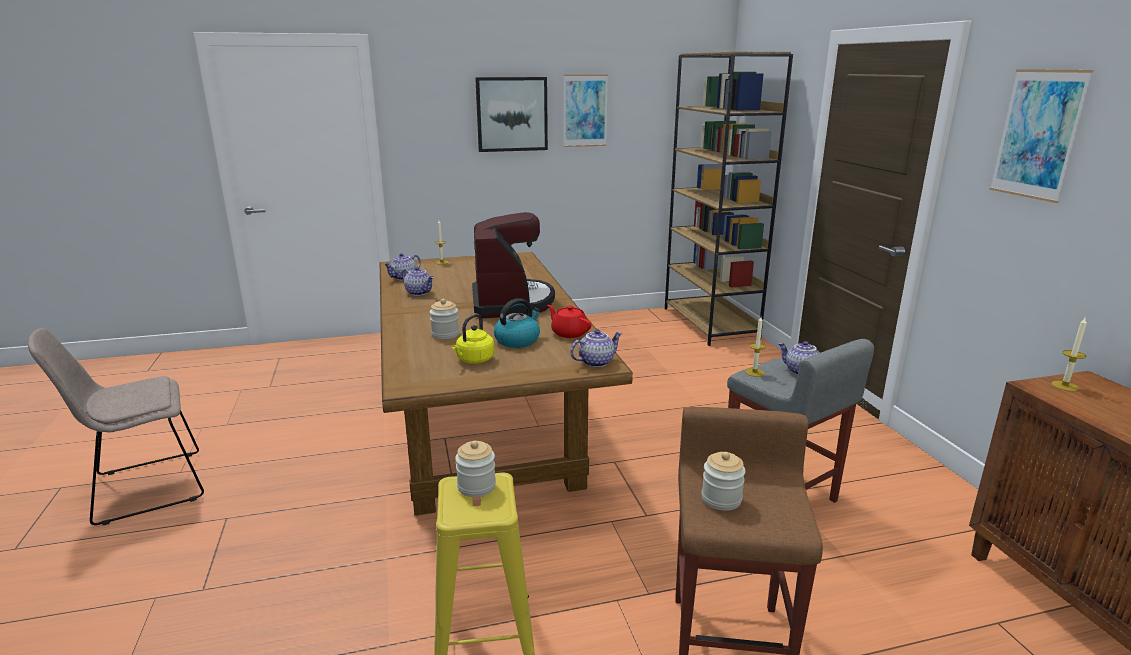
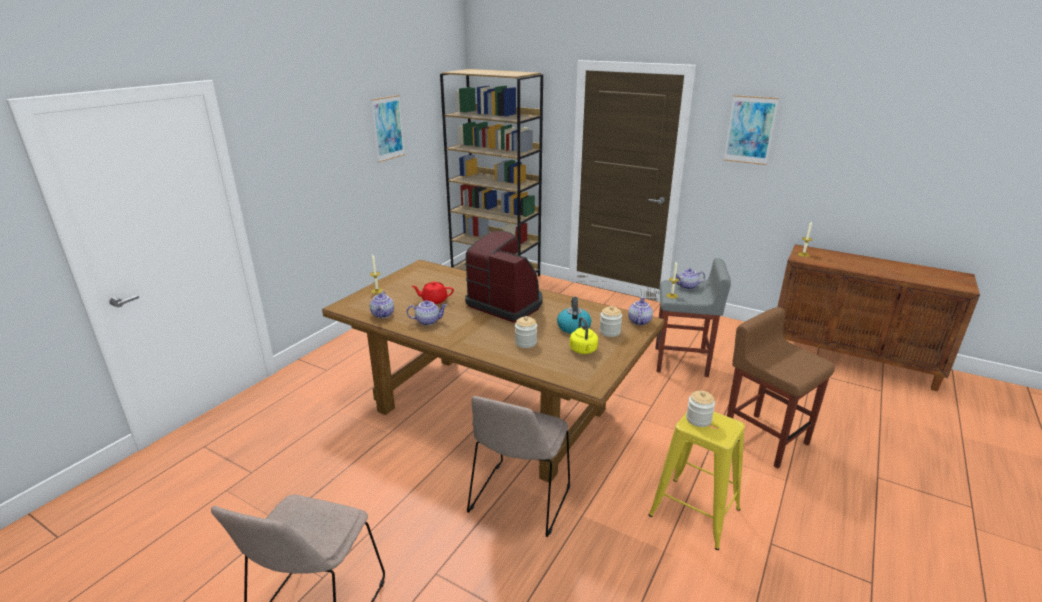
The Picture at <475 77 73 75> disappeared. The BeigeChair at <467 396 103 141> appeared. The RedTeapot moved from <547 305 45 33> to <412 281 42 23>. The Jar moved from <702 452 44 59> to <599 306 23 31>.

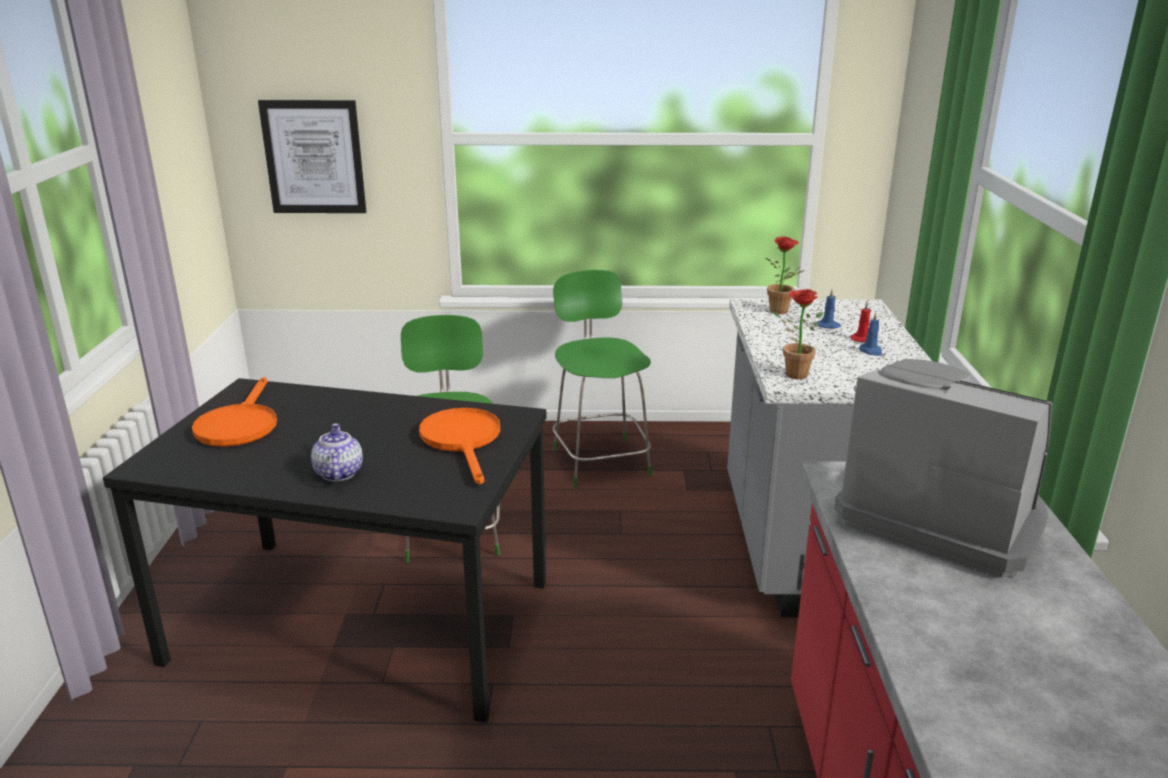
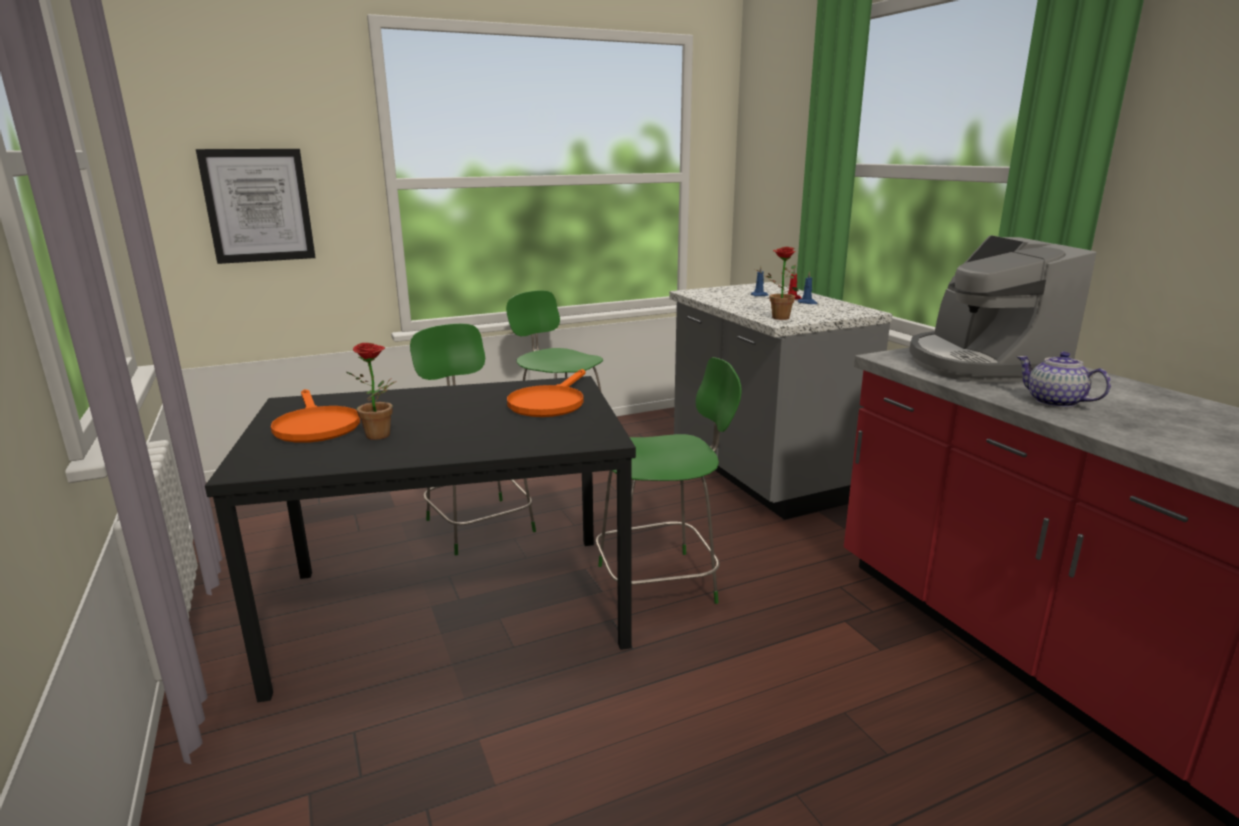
The GreenChair at <596 357 145 247> appeared. The Teapot moved from <311 423 52 59> to <1017 351 94 57>. The PottedPlant moved from <766 236 39 78> to <347 343 50 97>. The OrangeFryingPan at <419 408 81 76> turned 120 degrees counterclockwise. The CoffeeMachine at <834 359 218 219> turned 105 degrees counterclockwise.

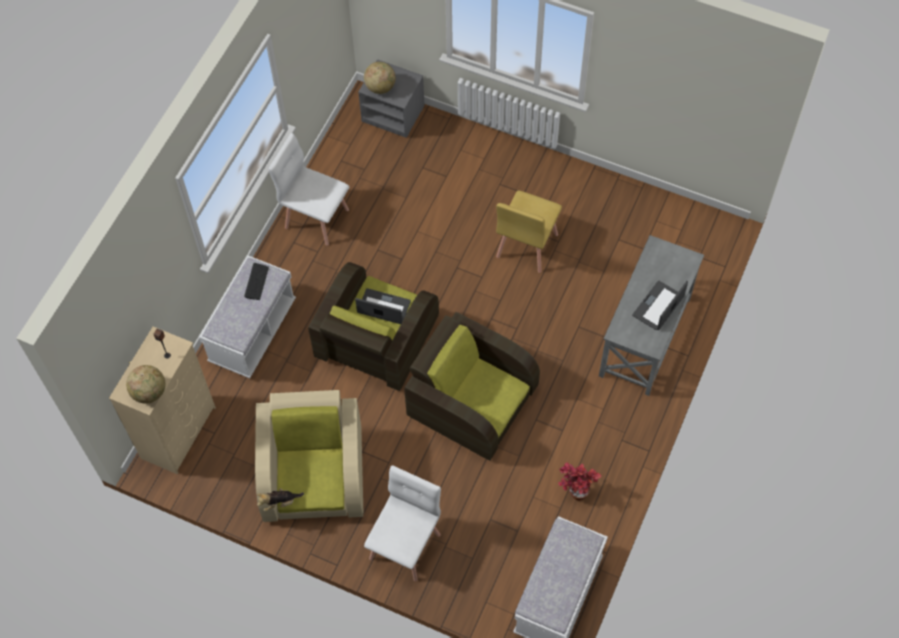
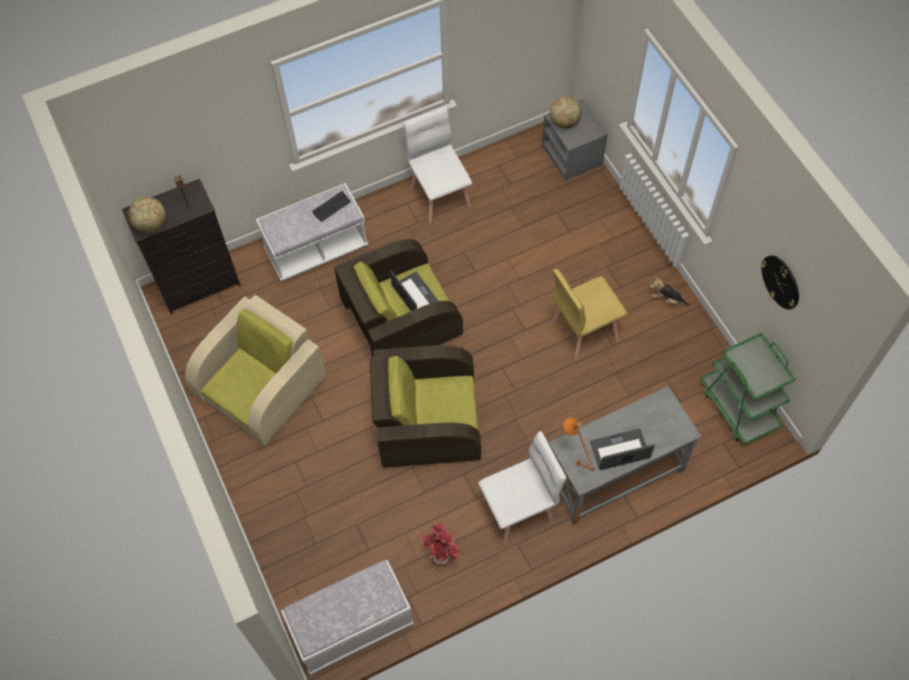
The OrangeTableLamp at <563 417 32 55> appeared. The GreenCart at <701 332 94 113> appeared. The WallClock at <761 255 38 54> appeared. The PlushToy moved from <257 488 47 24> to <650 277 40 29>. The WhiteChair moved from <364 465 77 116> to <478 431 88 113>. The BeigeDresser at <109 326 107 148> became the BlackDresser at <122 178 119 137>. The BrownArmchair at <404 312 136 149> turned 75 degrees counterclockwise.

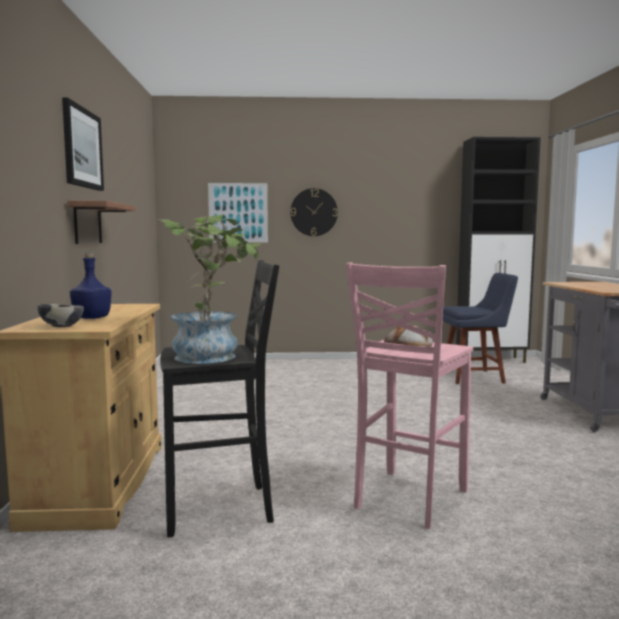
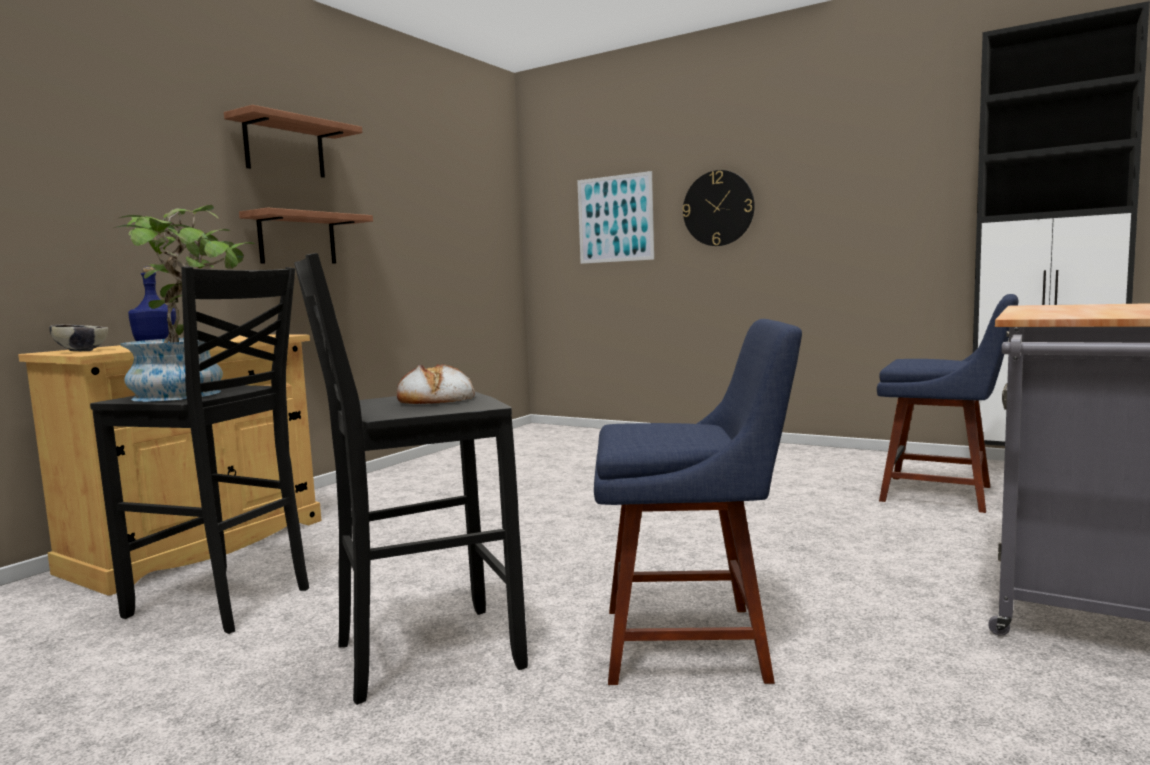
The BlueChair at <594 319 208 366> appeared. The Picture at <62 97 42 94> was replaced by the Shelf at <224 105 138 73>. The PinkStool at <346 262 127 267> became the BlackStool at <294 253 234 452>.

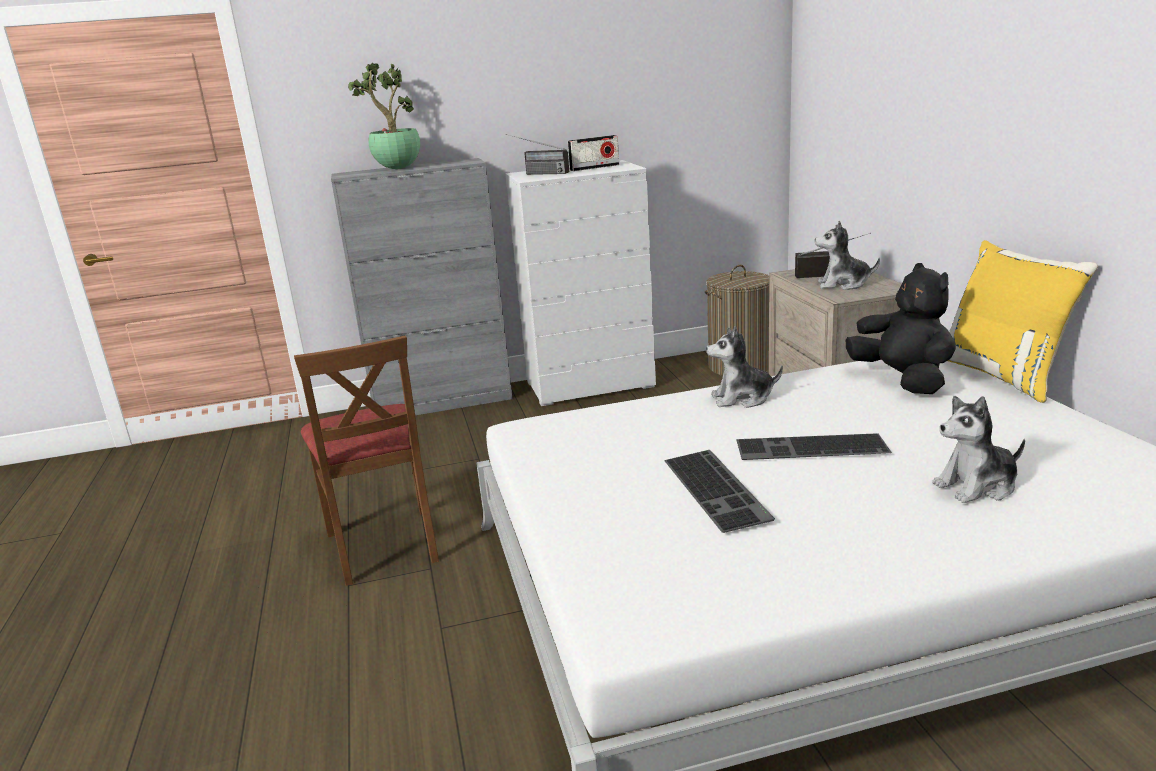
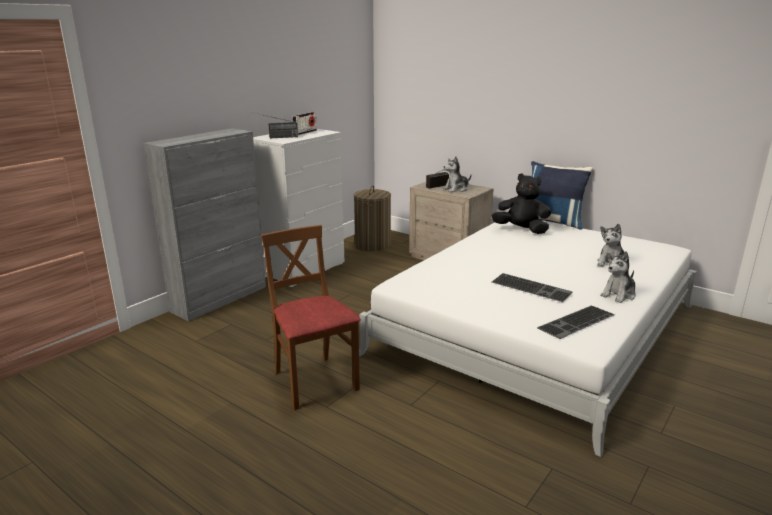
The PottedPlant at <348 63 72 106> disappeared. The PlushToy moved from <706 326 77 82> to <600 251 36 52>. The Keyboard moved from <736 433 156 27> to <537 305 78 34>. The YellowPillow at <948 240 150 163> became the BluePillow at <531 161 62 69>. The BrownChair at <294 335 145 251> turned 150 degrees counterclockwise.

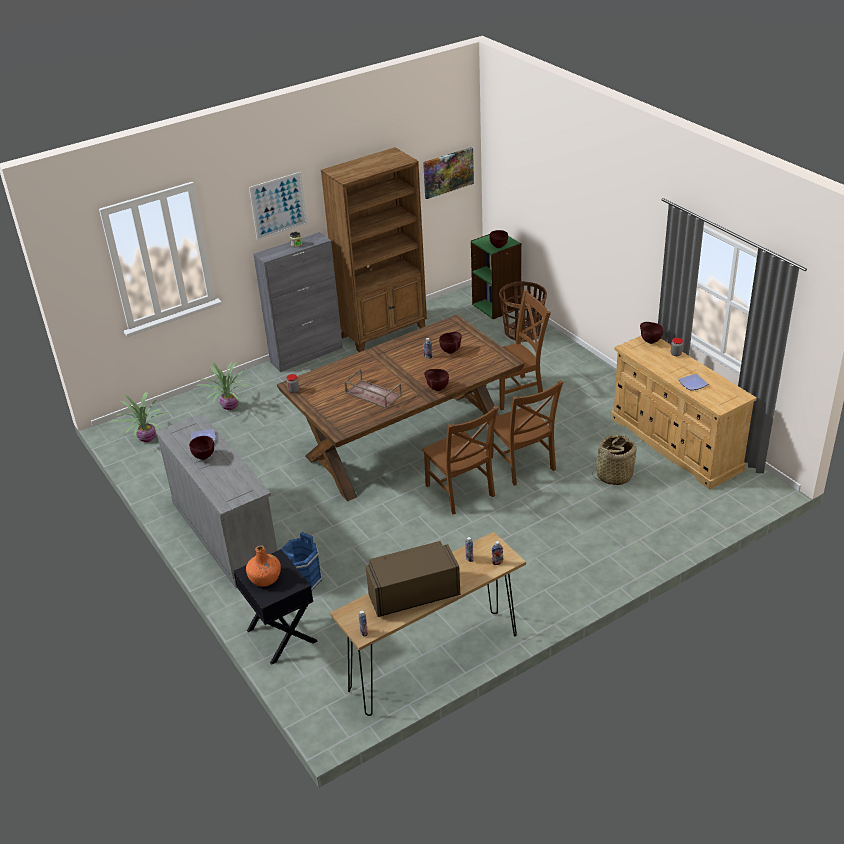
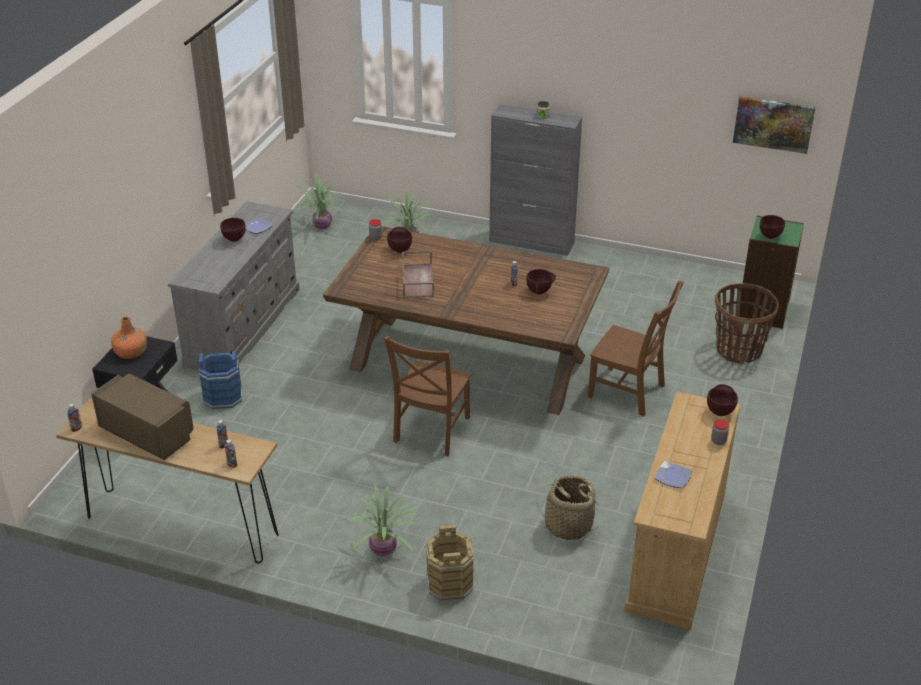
The Picture at <249 172 58 68> disappeared. The BrownBookcase at <321 147 106 205> disappeared. The BrownChair at <488 380 75 106> disappeared. The PottedPlant at <347 485 72 72> appeared. The BrownBucket at <425 525 49 76> appeared. The BrownBowl moved from <424 369 25 22> to <387 227 25 26>.

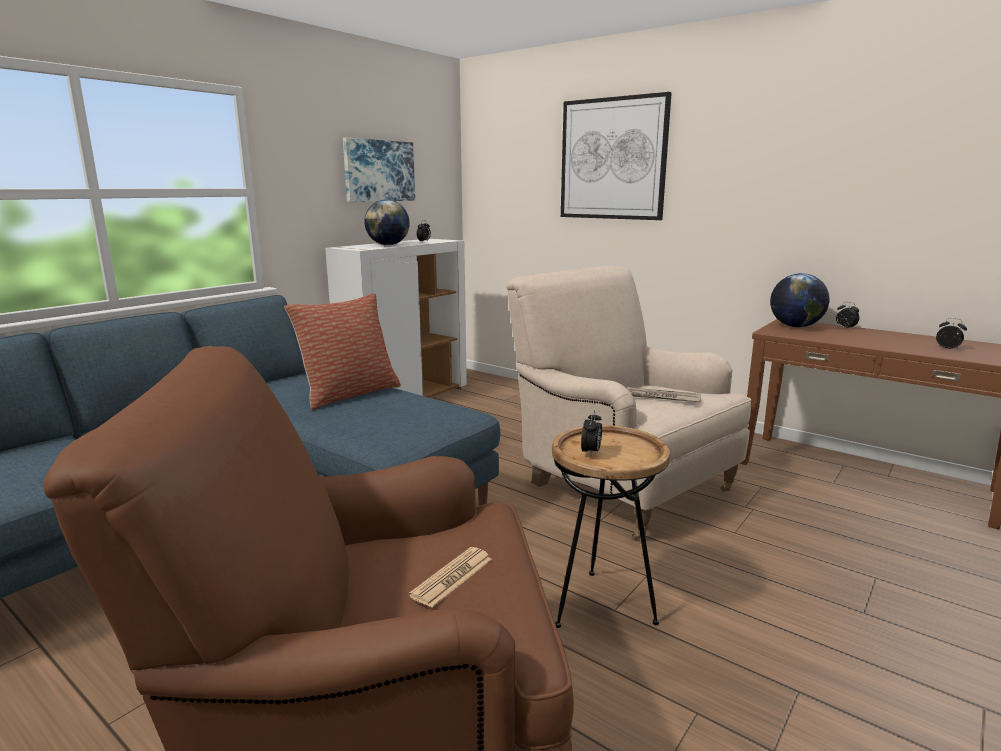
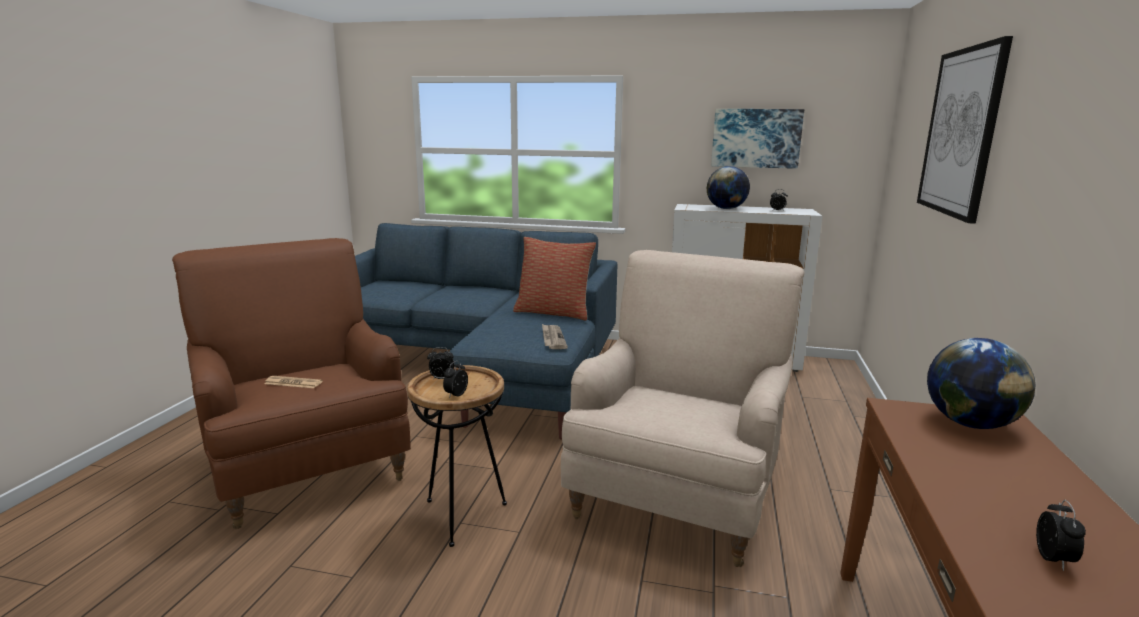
The Newspaper moved from <627 387 74 15> to <542 324 26 25>. The AlarmClock moved from <836 302 24 28> to <443 361 25 38>.

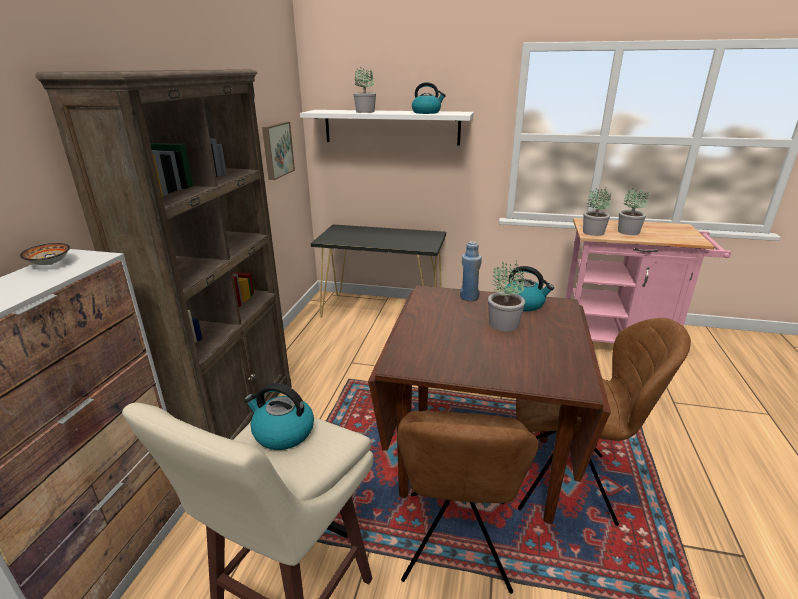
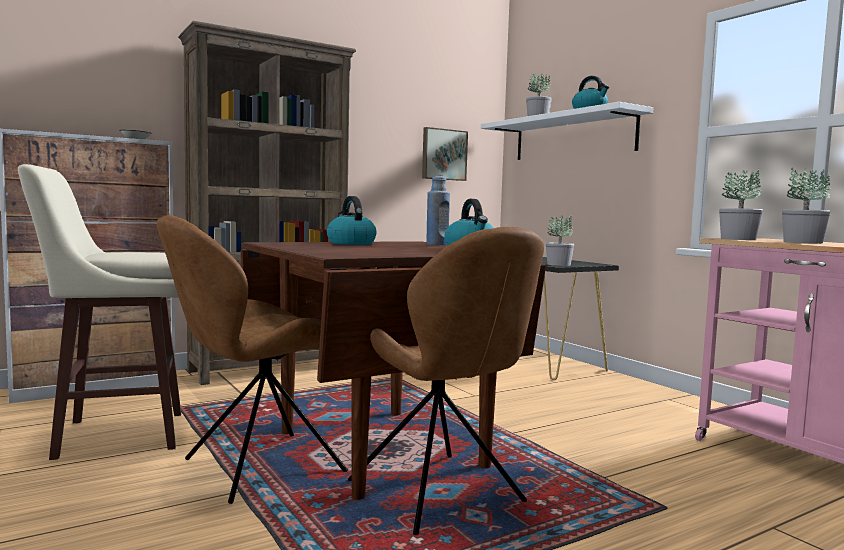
The Kettle moved from <244 383 70 67> to <327 196 50 49>. The PottedPlant moved from <488 261 37 70> to <546 216 28 50>.

